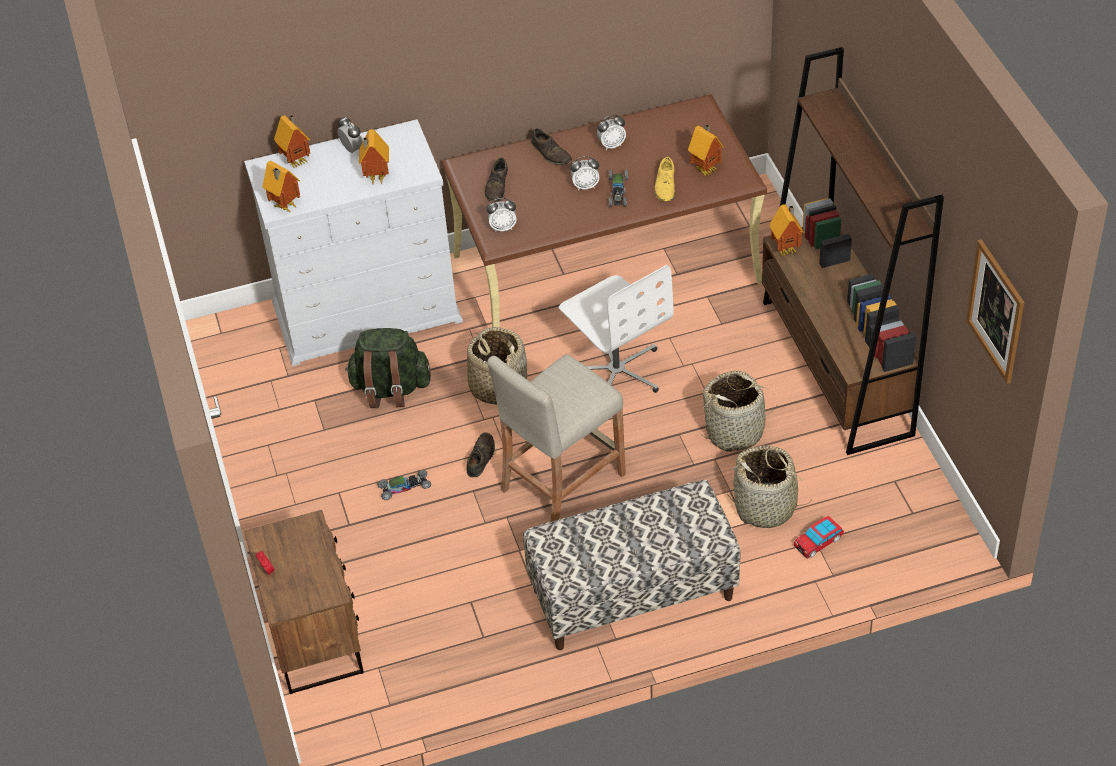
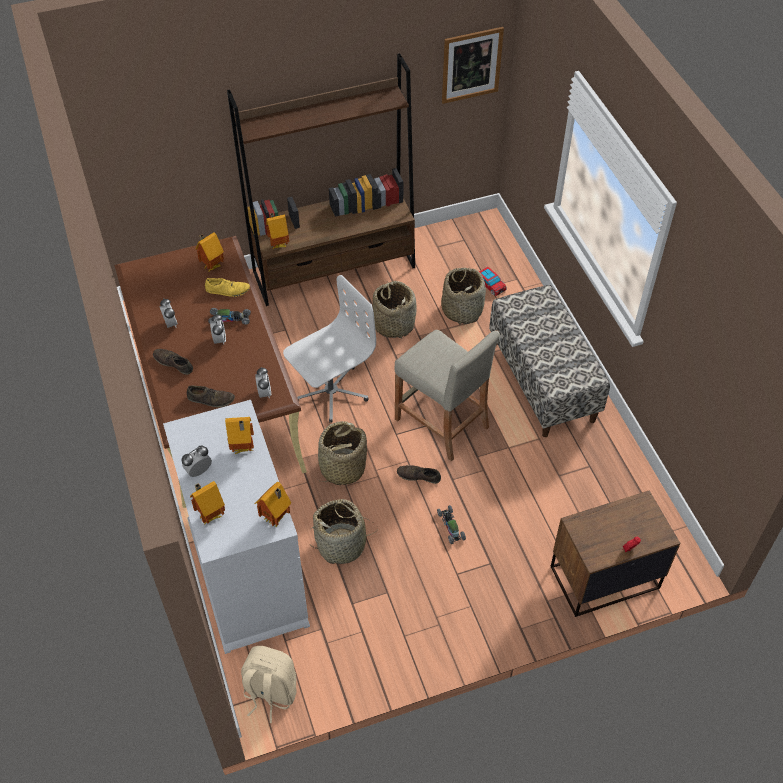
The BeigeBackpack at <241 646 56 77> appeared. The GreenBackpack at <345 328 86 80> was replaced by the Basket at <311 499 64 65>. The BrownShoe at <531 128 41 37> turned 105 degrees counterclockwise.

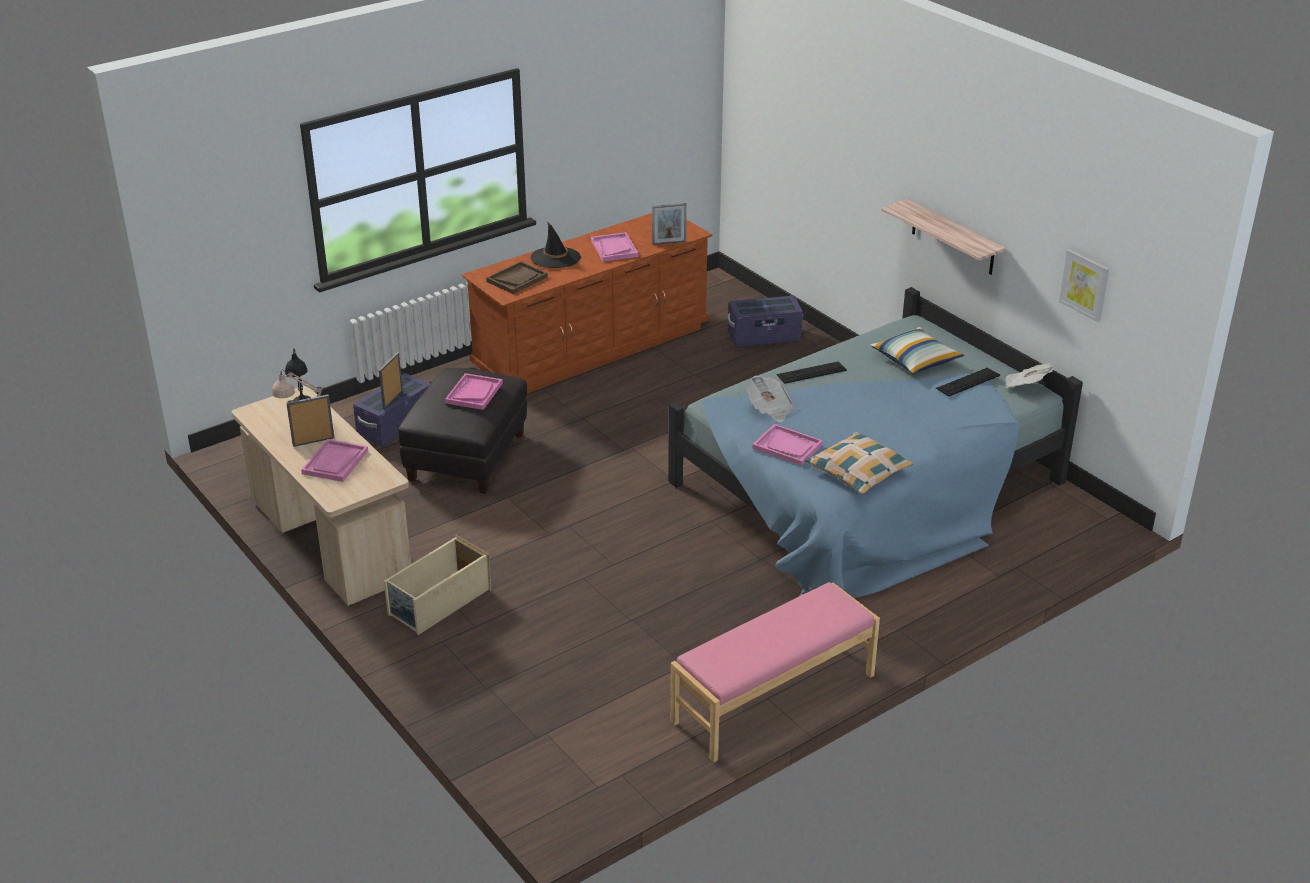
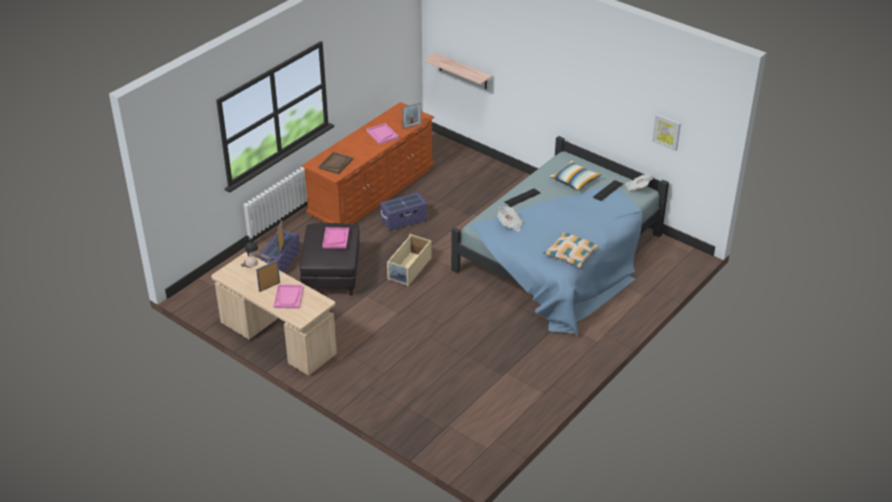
The BlackHat at <530 222 51 46> disappeared. The PinkBench at <670 582 210 180> disappeared. The PinkTray at <752 424 71 42> disappeared. The BeigeStorageBox moved from <384 534 107 101> to <387 234 45 52>. The PurpleStorageBox moved from <727 296 76 52> to <380 192 47 39>. The Shelf moved from <882 199 123 76> to <424 53 68 36>.

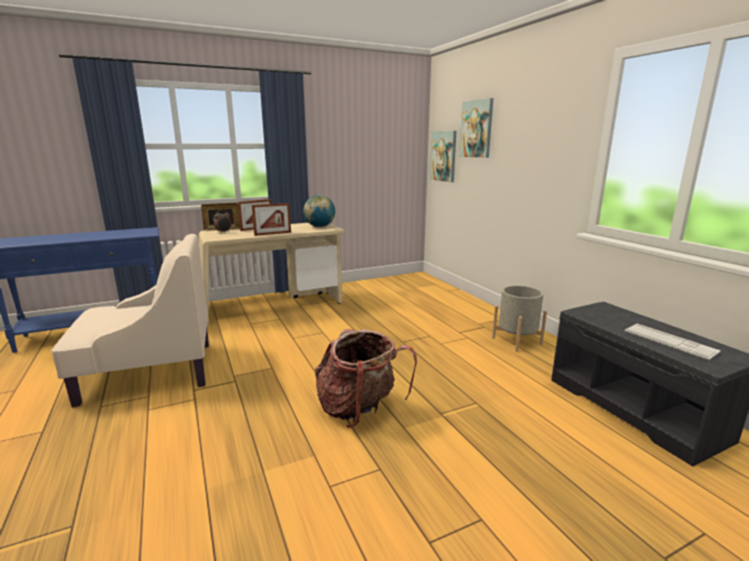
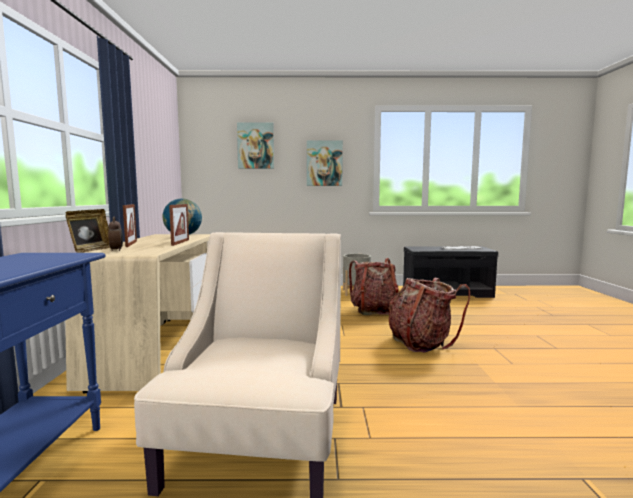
The Backpack at <349 258 49 57> appeared. The Picture moved from <430 131 27 51> to <307 140 36 46>.

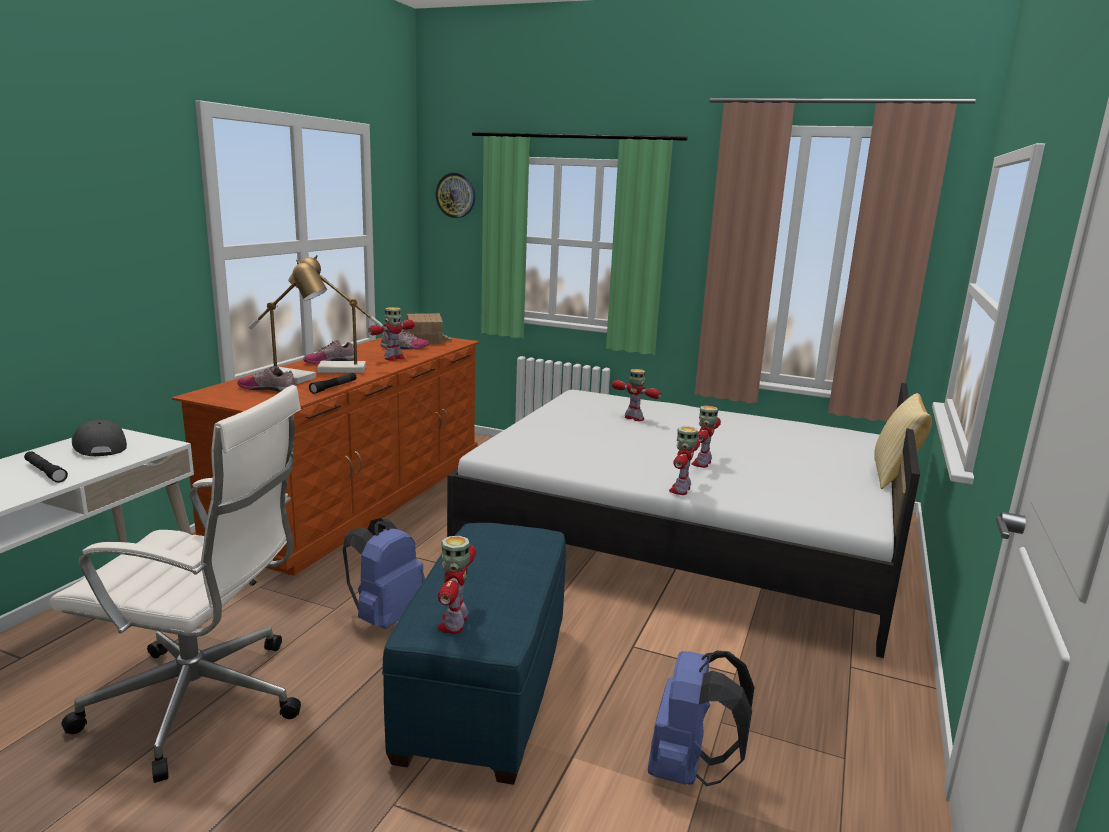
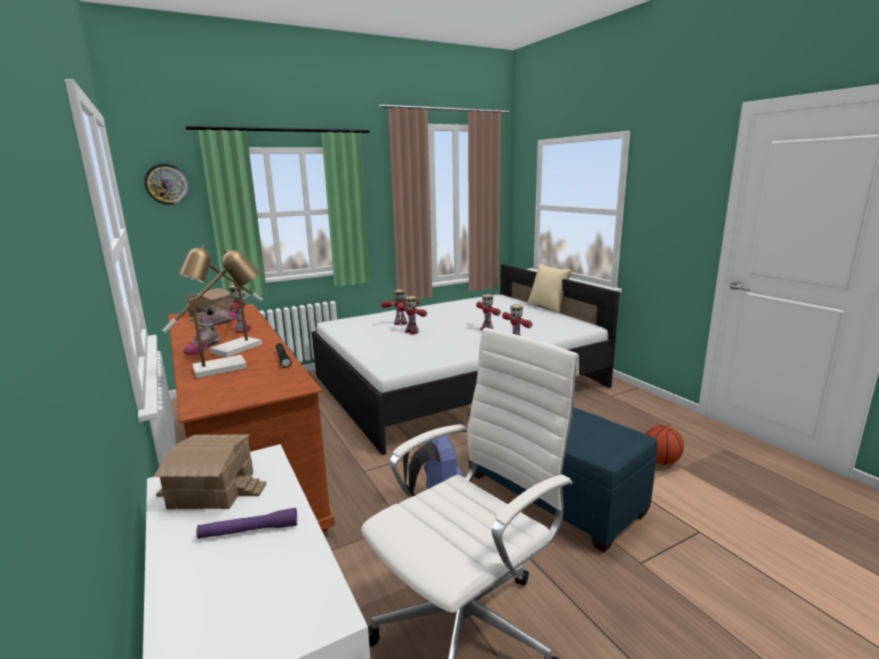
The Shoe at <237 366 59 26> disappeared. The ToyRobot moved from <437 536 39 98> to <397 296 30 38>. The GreyCap at <72 420 55 36> was replaced by the ToyHouse at <153 434 113 75>. The BlueBackpack at <648 650 107 136> was replaced by the Basketball at <645 425 39 40>. The BlackFlashlight at <24 451 44 32> became the PurpleFlashlight at <196 508 101 31>.

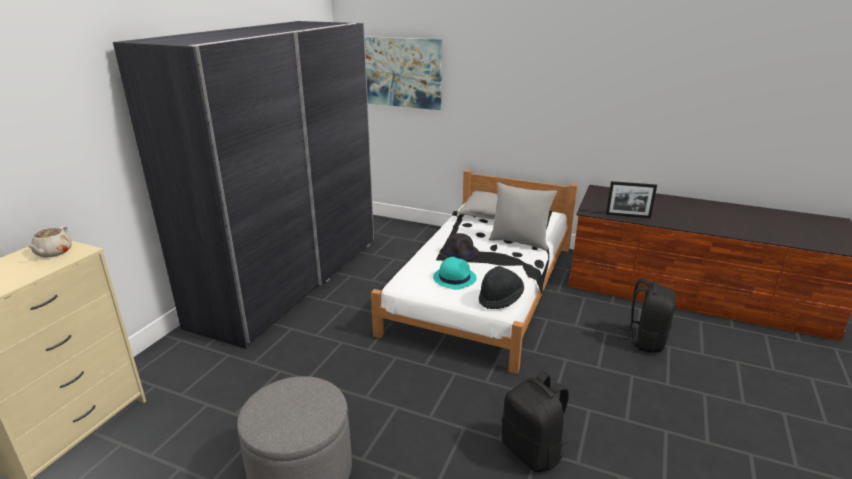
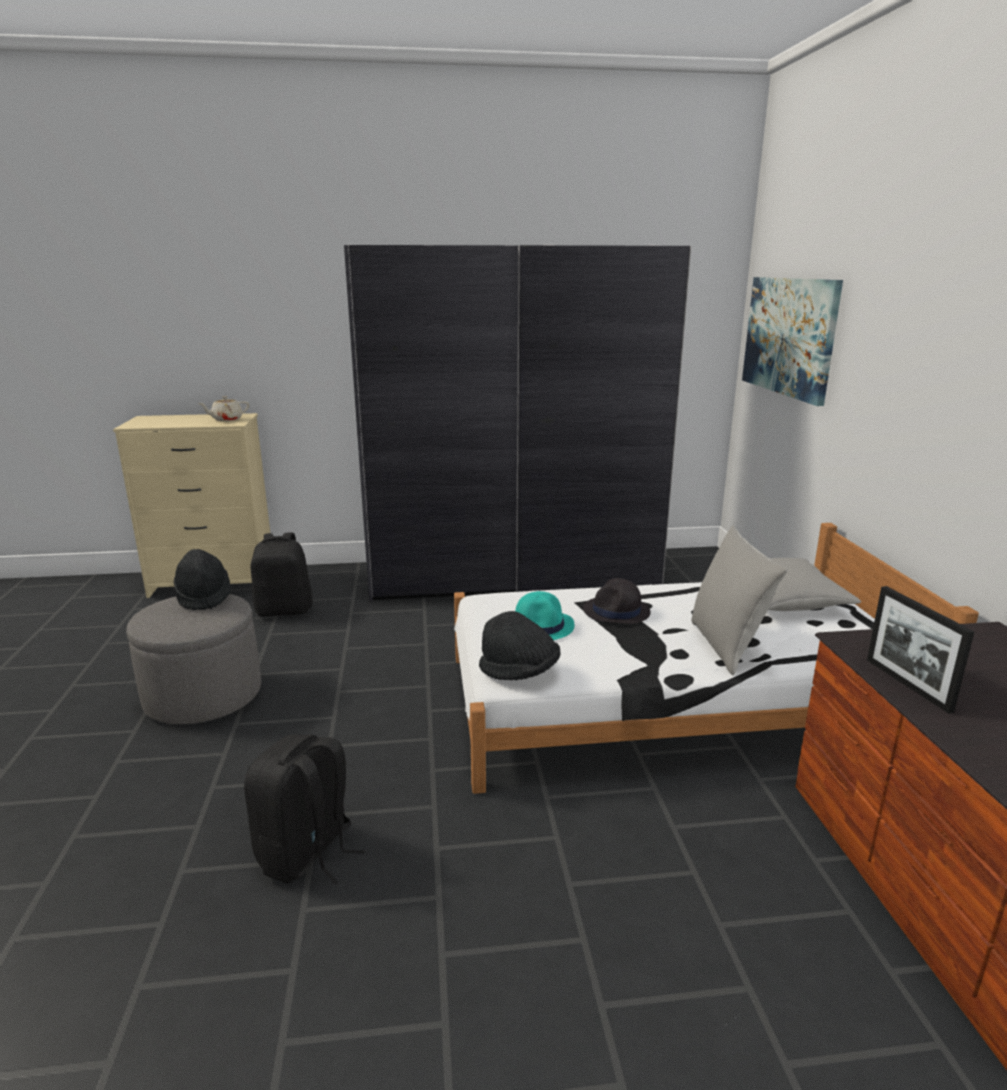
The BlackHat at <174 549 57 61> appeared. The BlackBackpack moved from <617 278 59 75> to <251 532 62 84>.

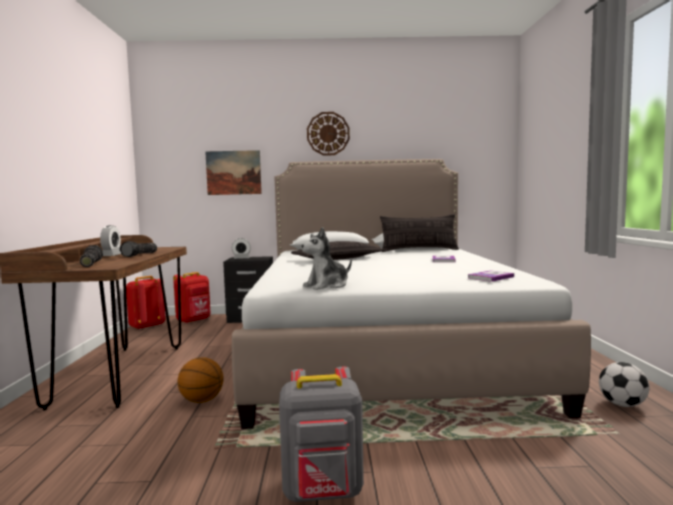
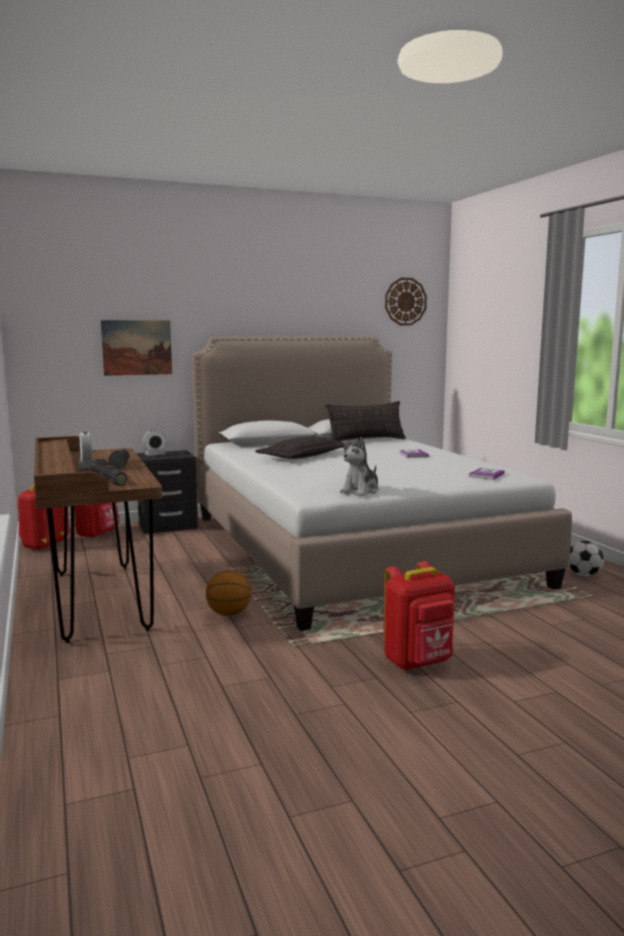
The WallClock moved from <307 112 43 44> to <385 278 42 48>. The GreyBackpack at <279 367 85 135> became the RedBackpack at <383 561 72 109>.

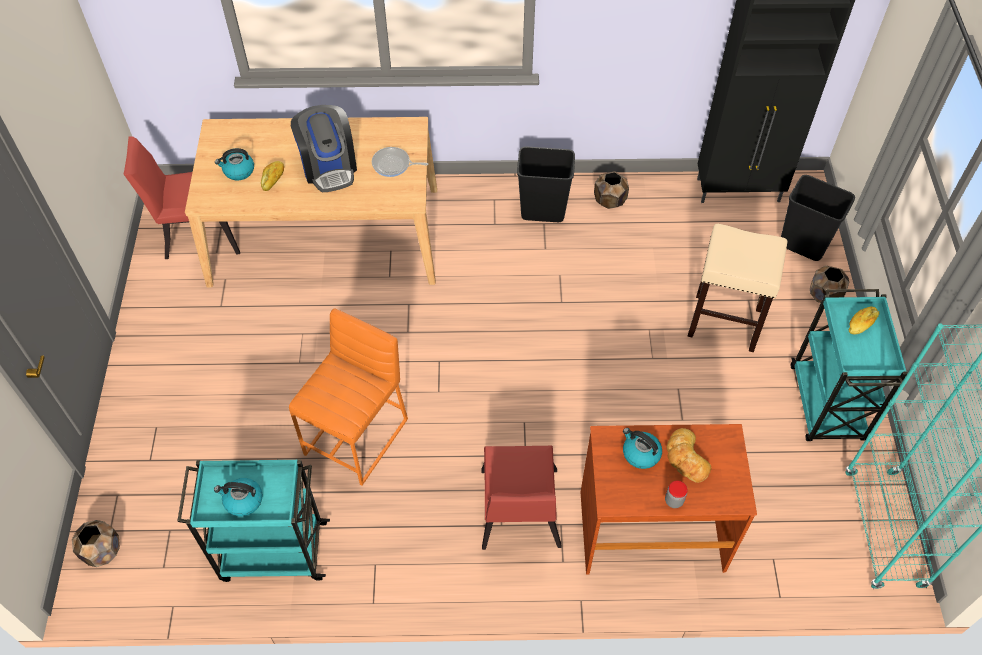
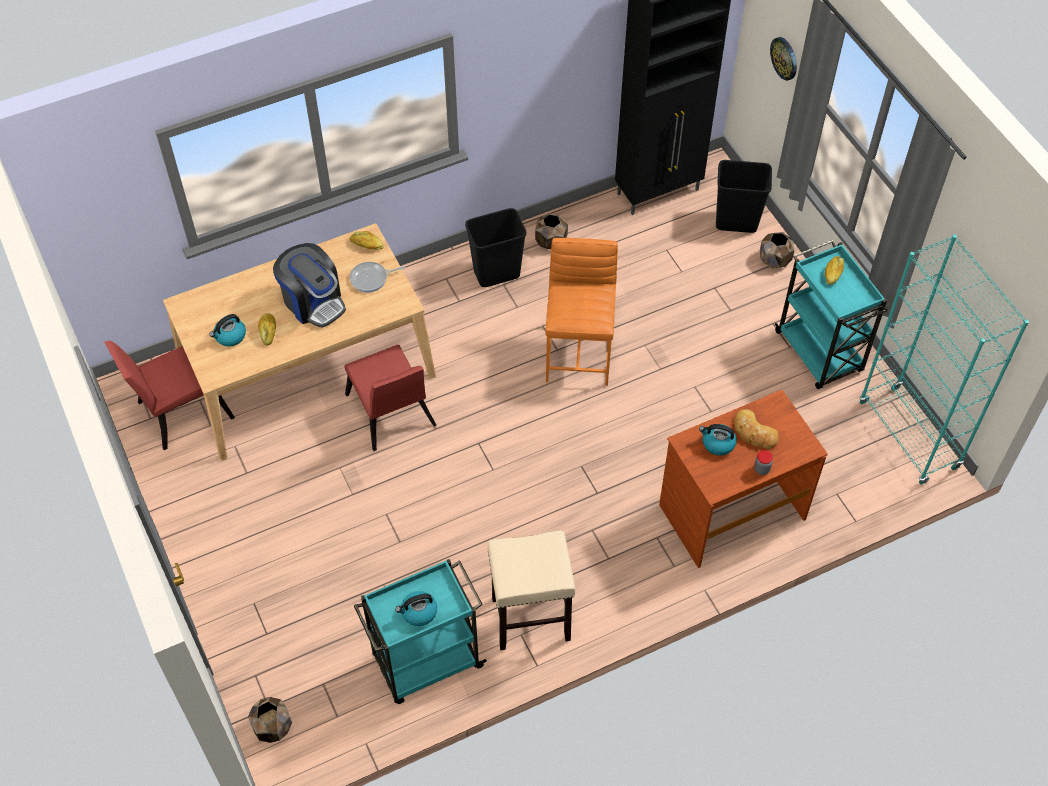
The Bread at <350 231 33 19> appeared. The WallClock at <770 37 27 44> appeared. The OrangeStool moved from <289 308 119 177> to <545 238 73 148>. The RedChair moved from <481 446 81 104> to <344 345 93 106>. The BeigeStool moved from <688 224 99 128> to <488 530 87 120>.

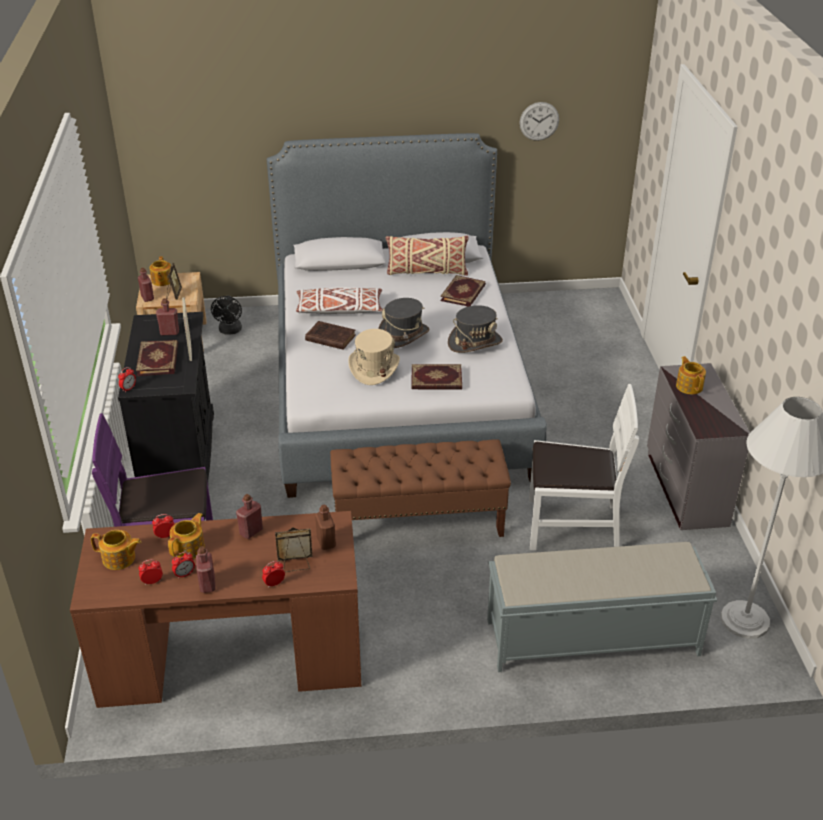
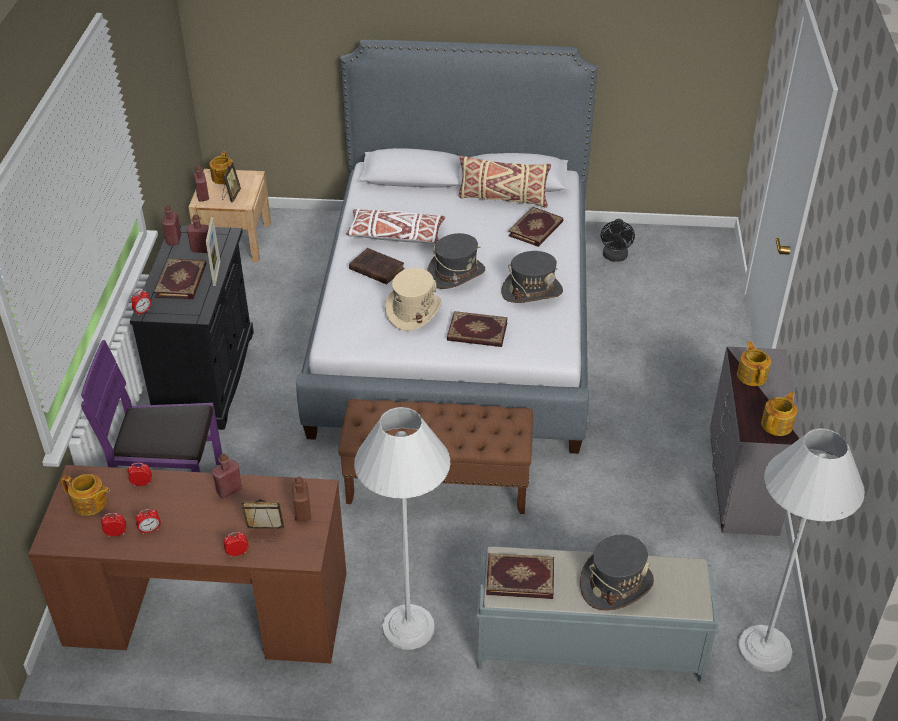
The WallClock at <520 102 39 39> disappeared. The WhiteChair at <529 384 110 166> disappeared. The WhiteFloorLamp at <354 407 96 243> appeared. The Book at <486 553 68 46> appeared. The GreyHat at <580 534 74 77> appeared. The Teapot moved from <168 513 37 46> to <761 392 36 44>. The RedBottle moved from <196 546 20 47> to <162 205 19 40>. The BlackFan moved from <211 296 31 39> to <601 219 34 43>.

